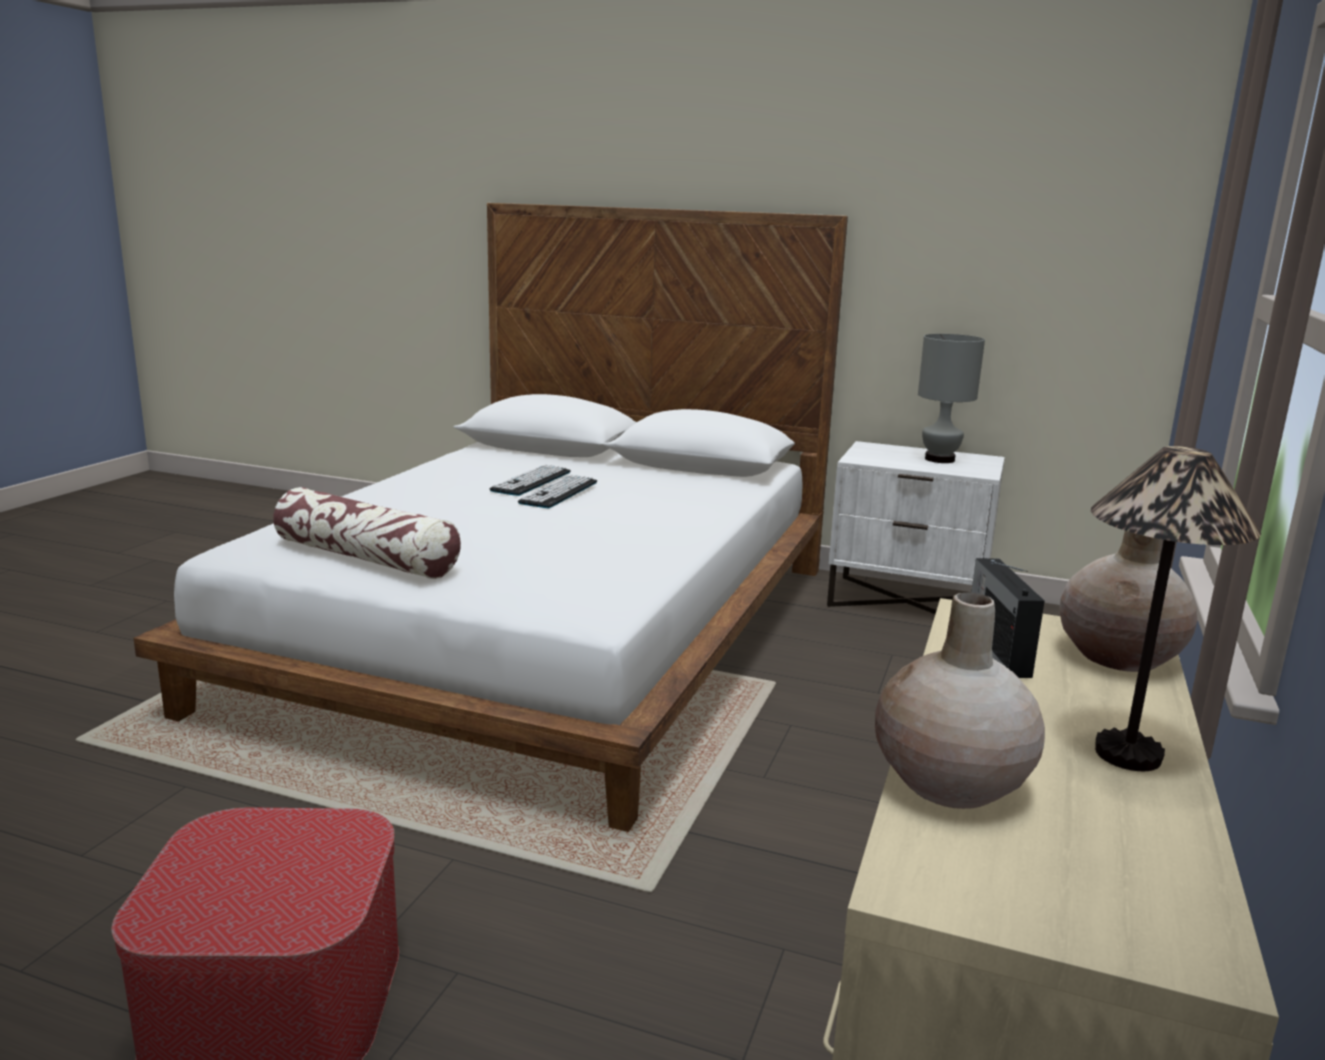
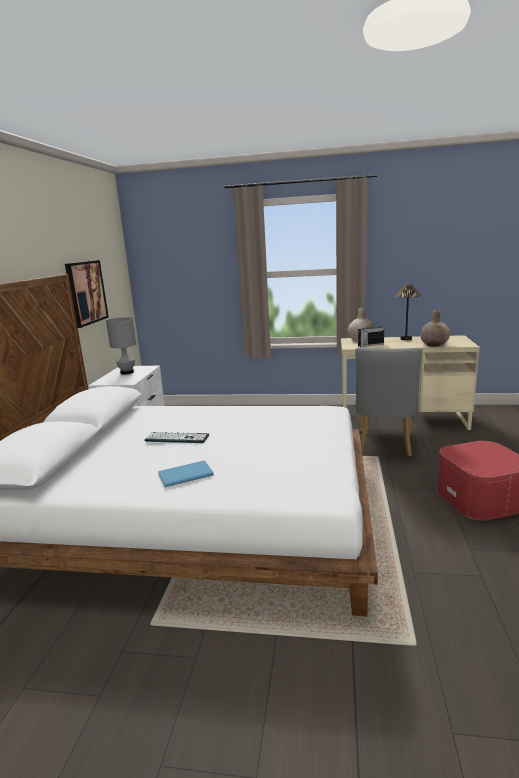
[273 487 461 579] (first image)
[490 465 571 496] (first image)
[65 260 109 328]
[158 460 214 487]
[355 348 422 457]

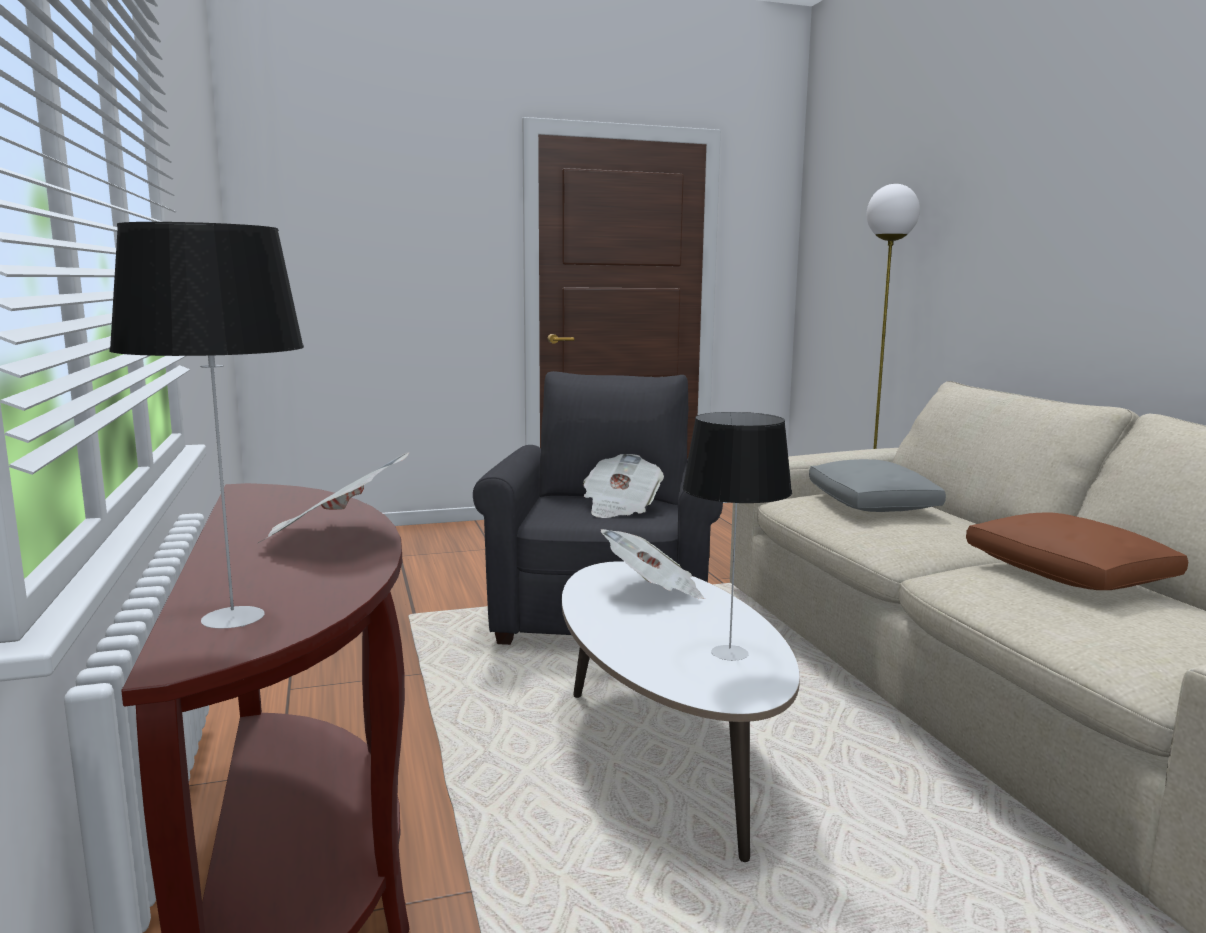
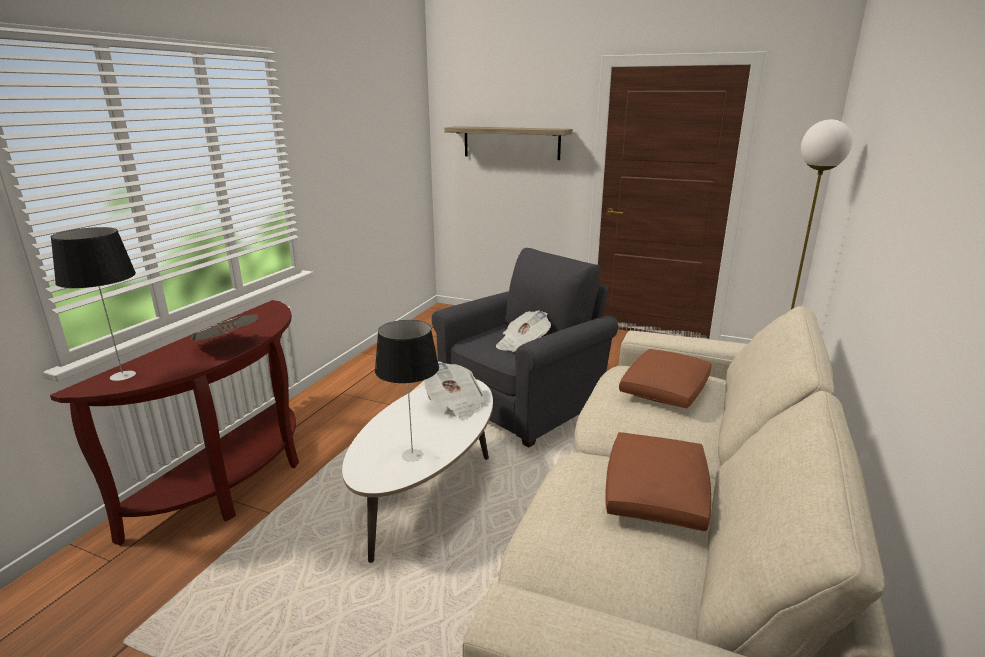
[444 126 572 160]
[619 349 711 409]

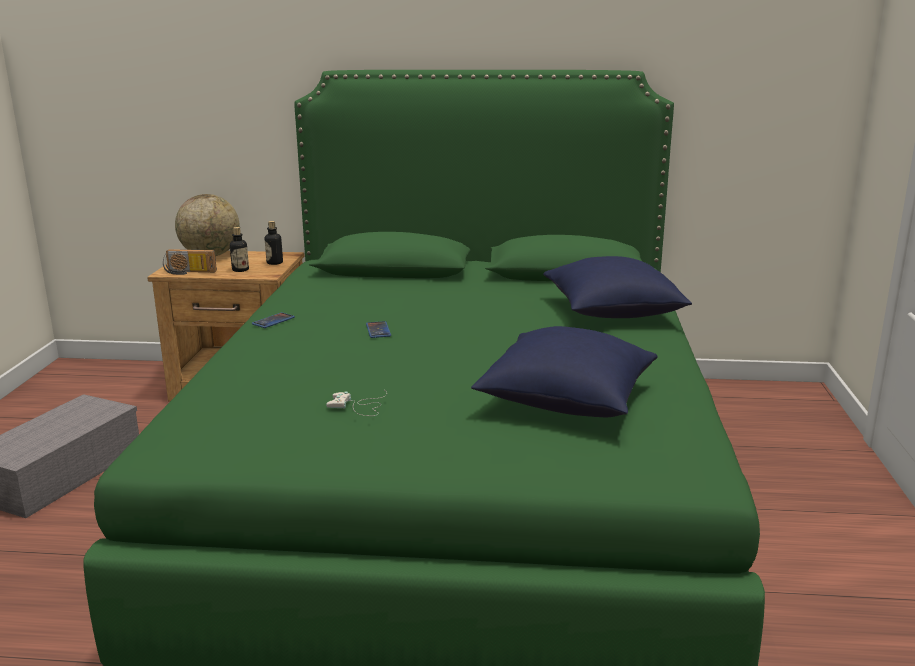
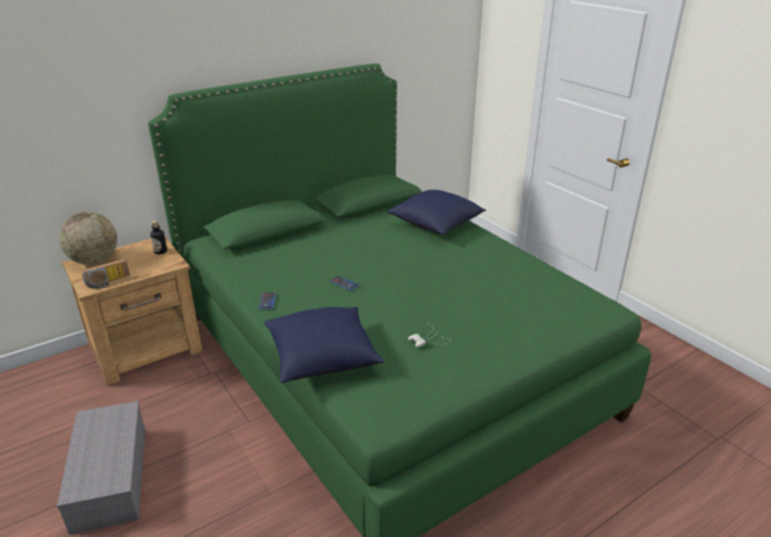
[230 227 249 272] (first image)
[264 307 384 383]

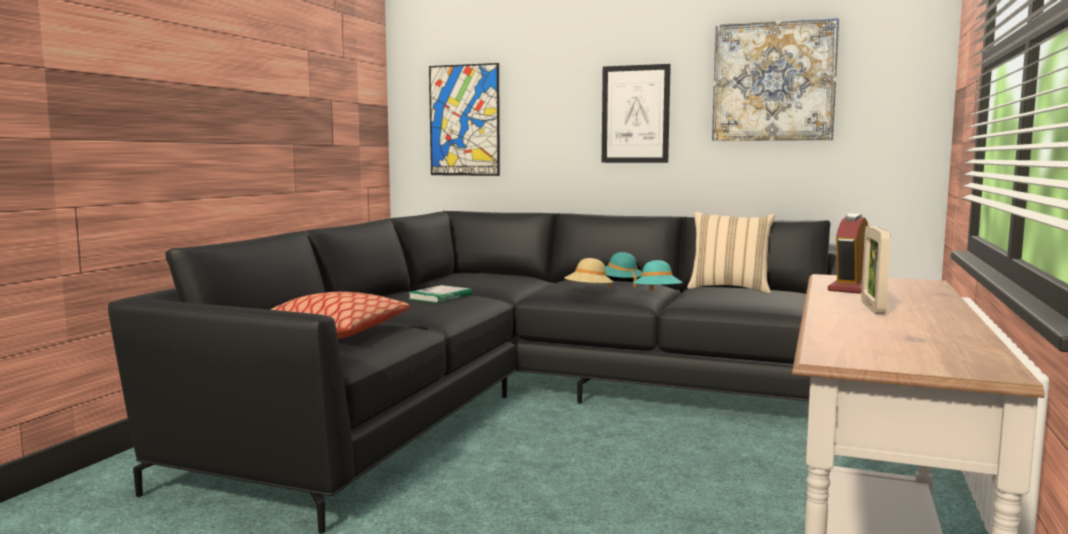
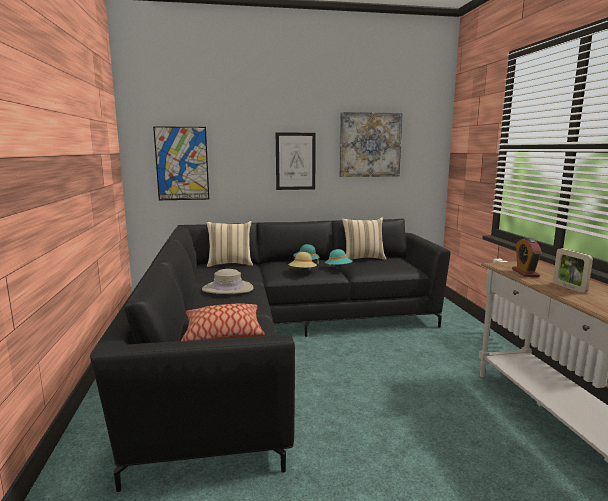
[206 221 253 267]
[202 269 254 294]

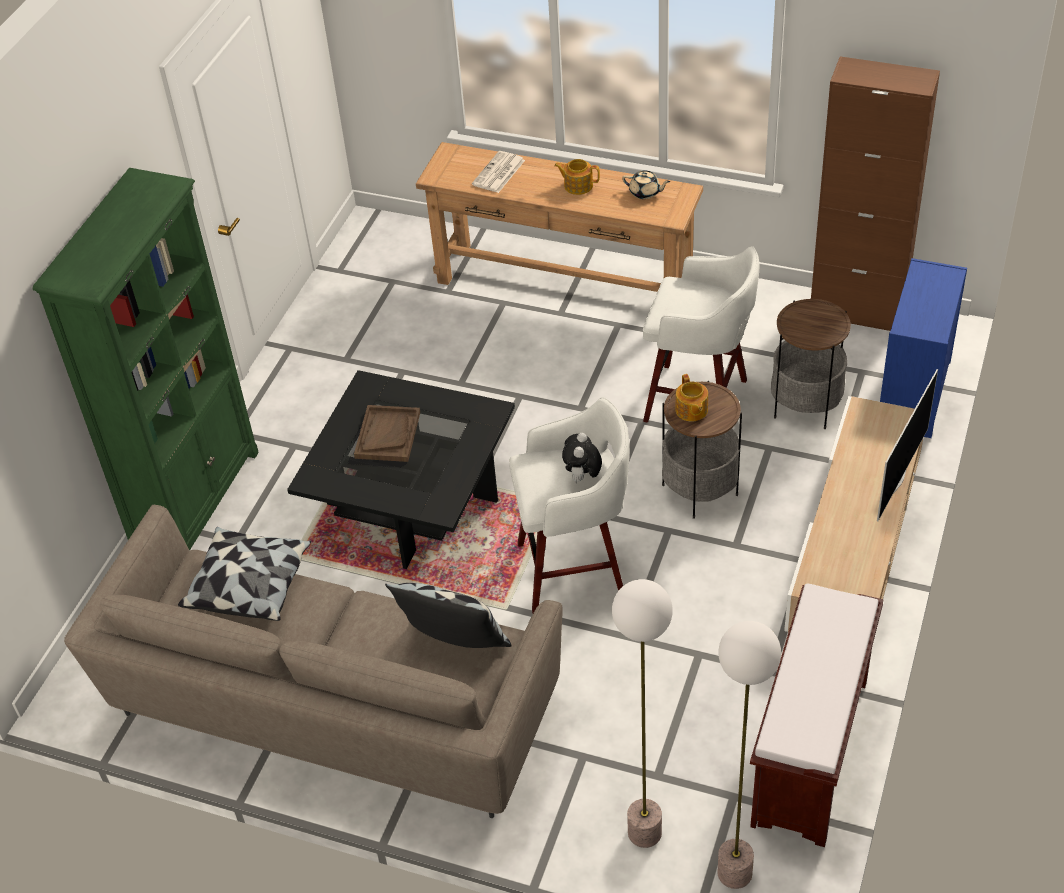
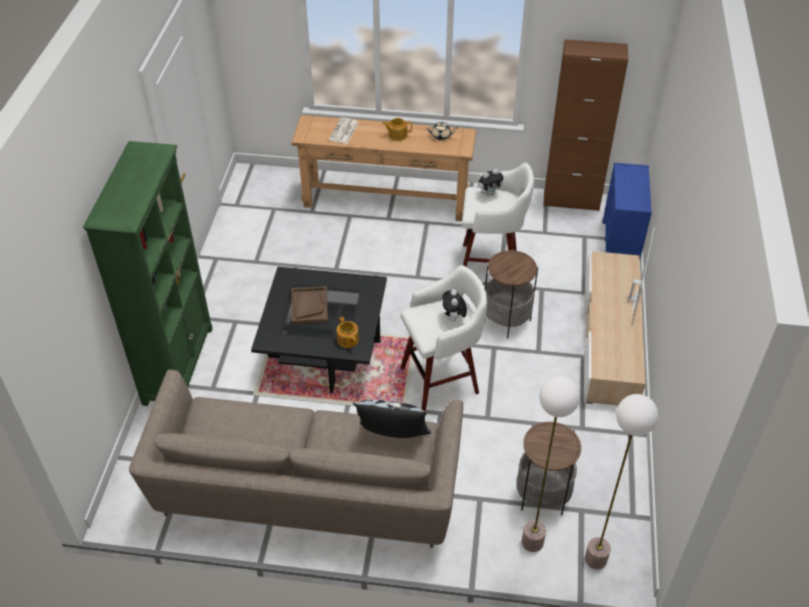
[178 527 311 621] (first image)
[750 584 883 847] (first image)
[479 169 504 196]
[337 316 359 348]
[517 422 581 516]

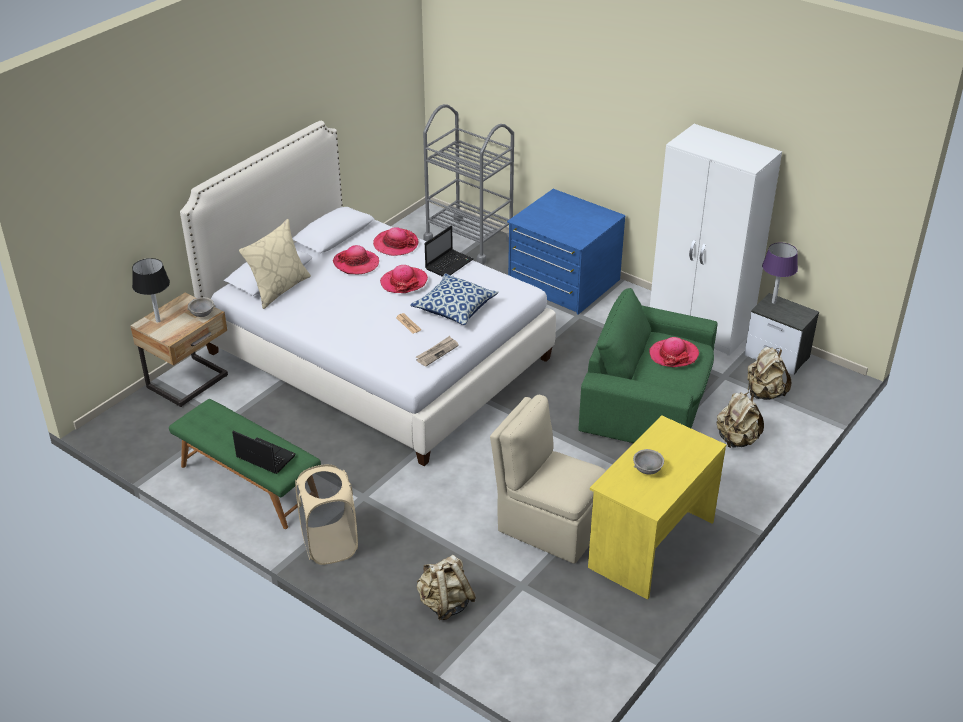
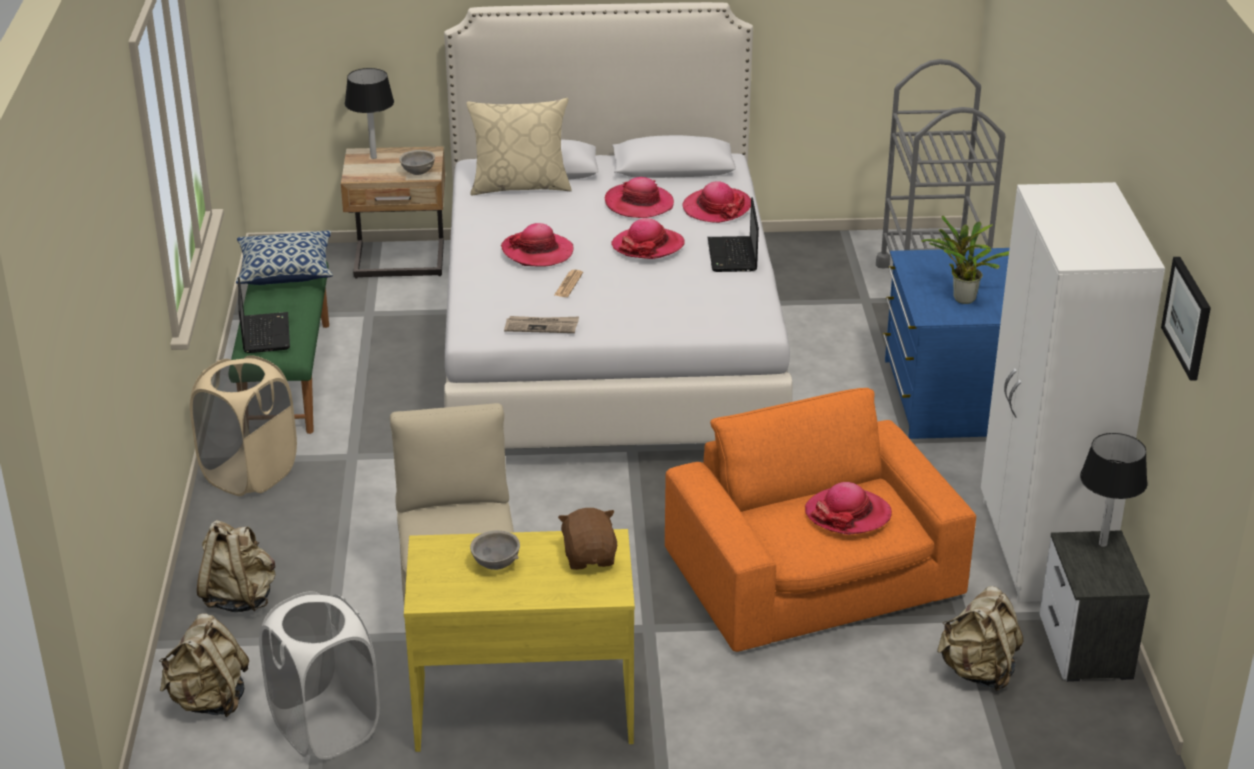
[259 591 380 760]
[501 223 573 267]
[558 508 617 570]
[921 216 1009 304]
[1161 257 1211 381]
[236 230 333 285]
[159 613 250 717]
[665 388 976 652]
[1080 433 1148 547]
[708 197 759 272]

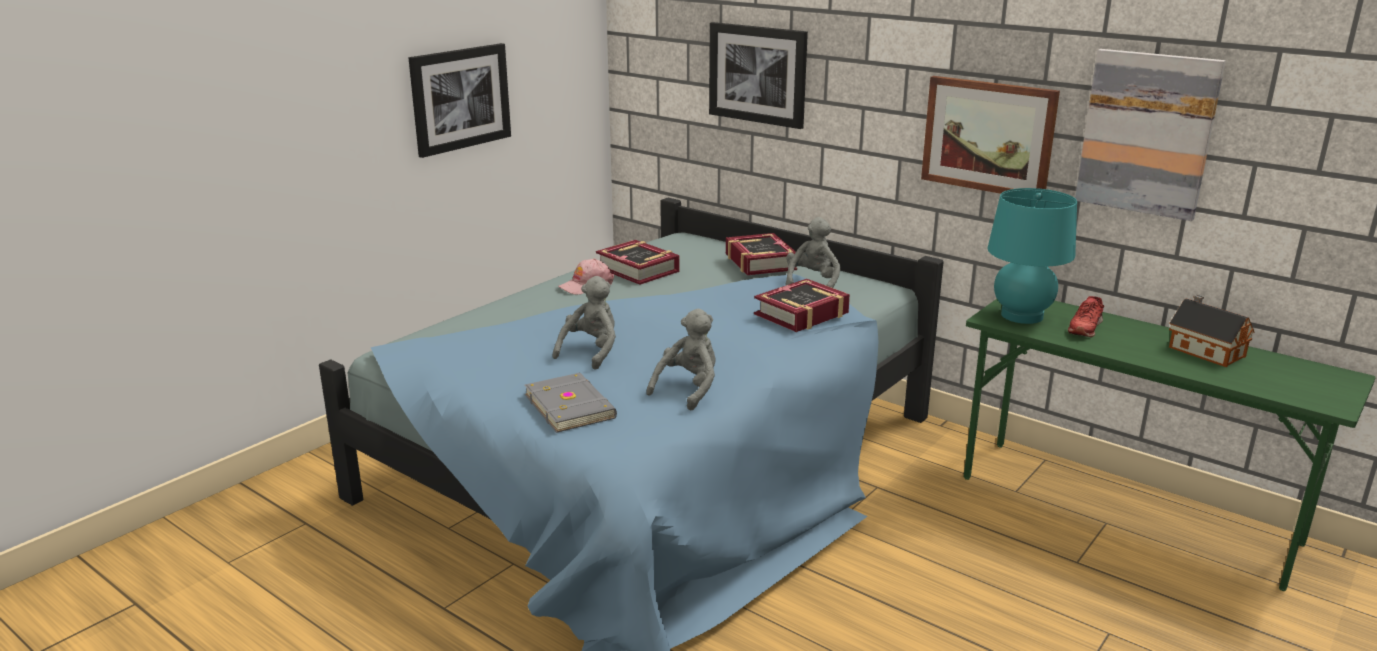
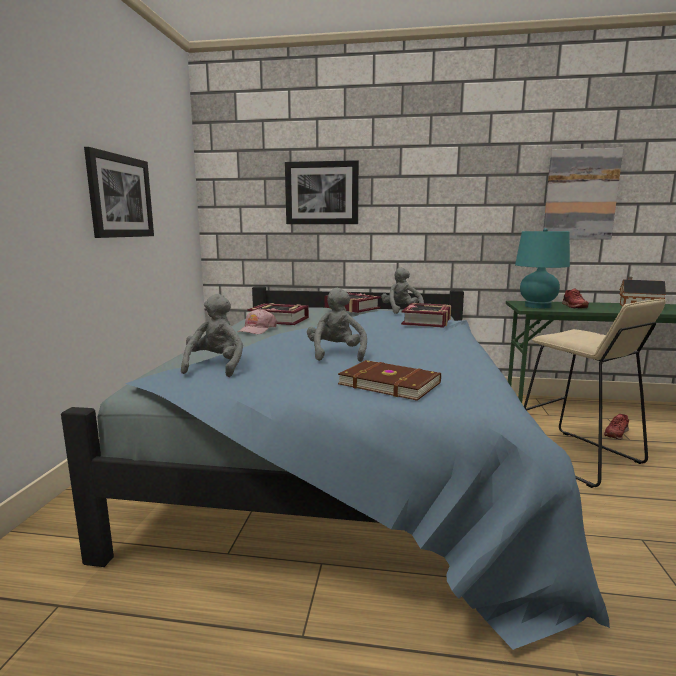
[921 76 1060 194] (first image)
[524 299 666 488]
[604 414 629 440]
[181 294 243 377]
[338 360 441 401]

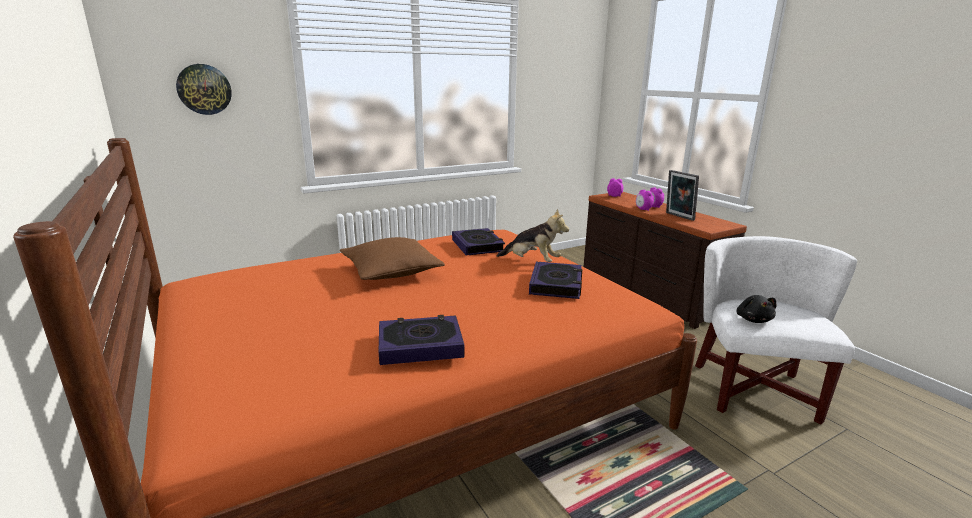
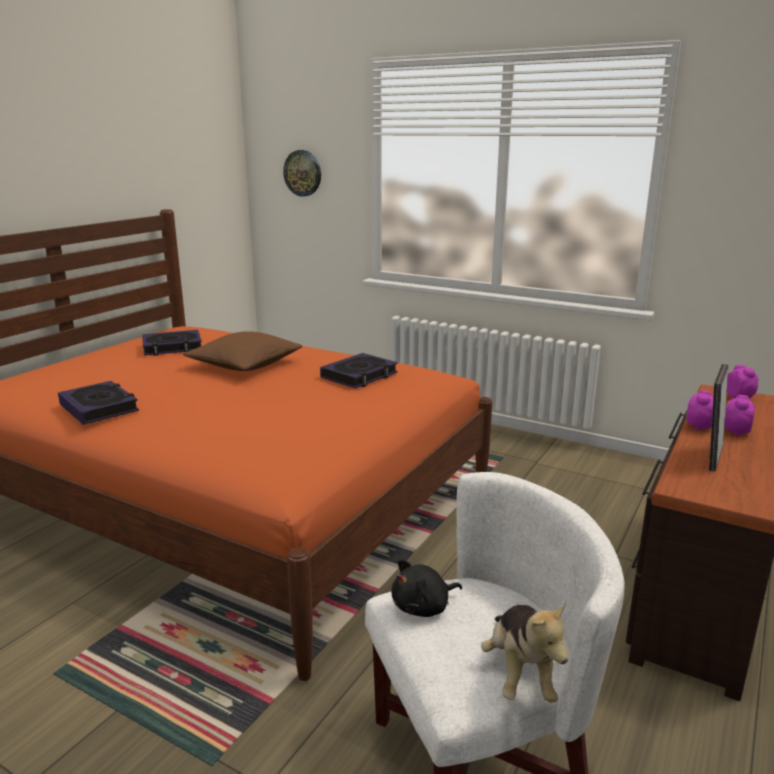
[481 603 569 703]
[142 330 202 356]

